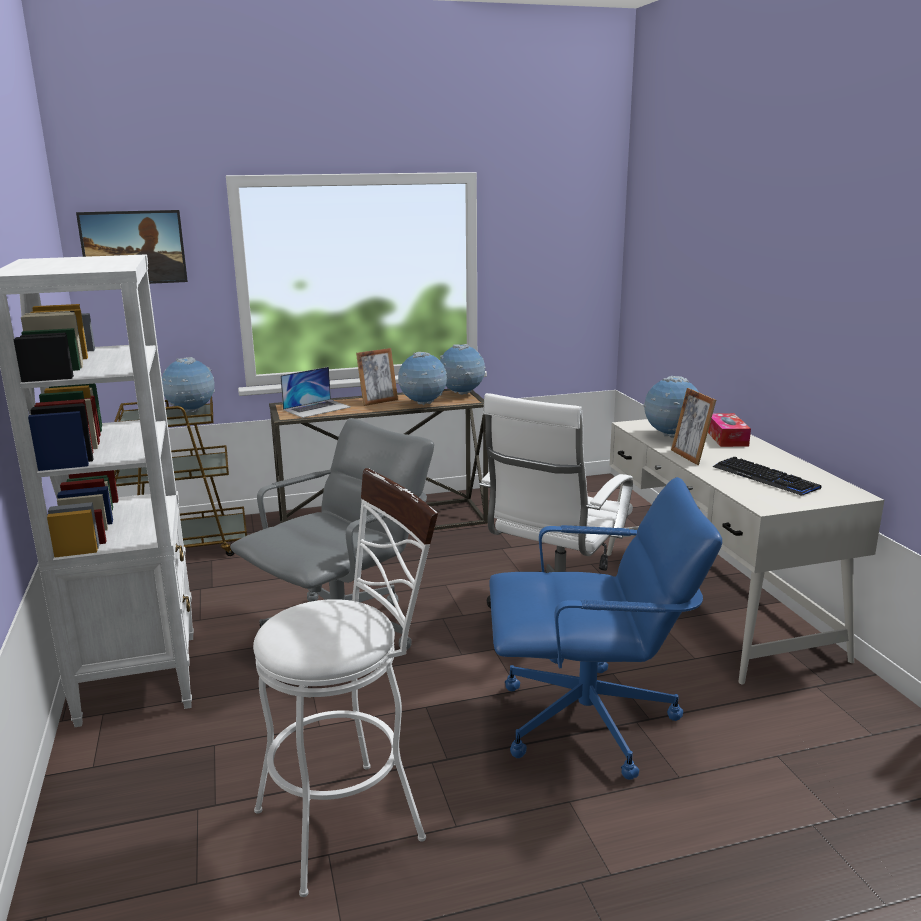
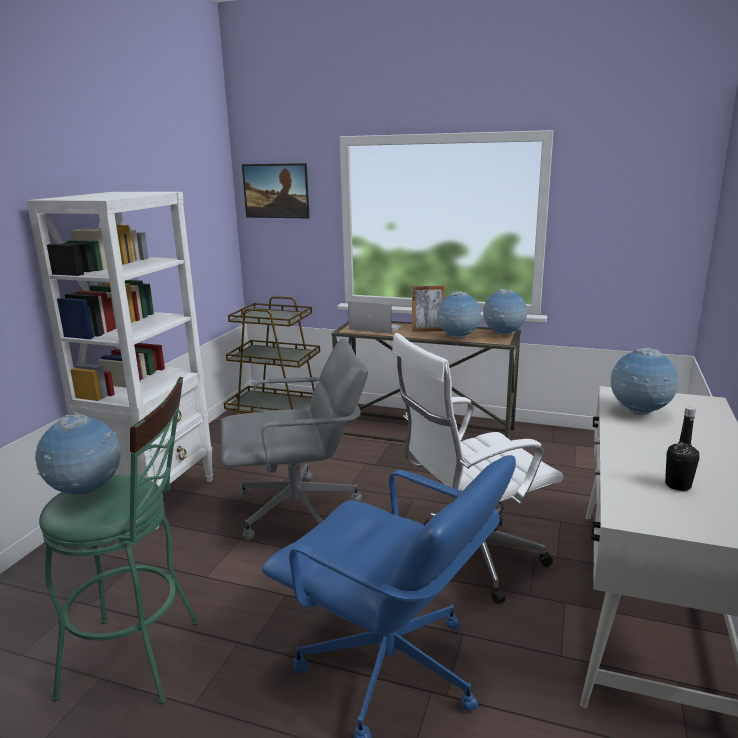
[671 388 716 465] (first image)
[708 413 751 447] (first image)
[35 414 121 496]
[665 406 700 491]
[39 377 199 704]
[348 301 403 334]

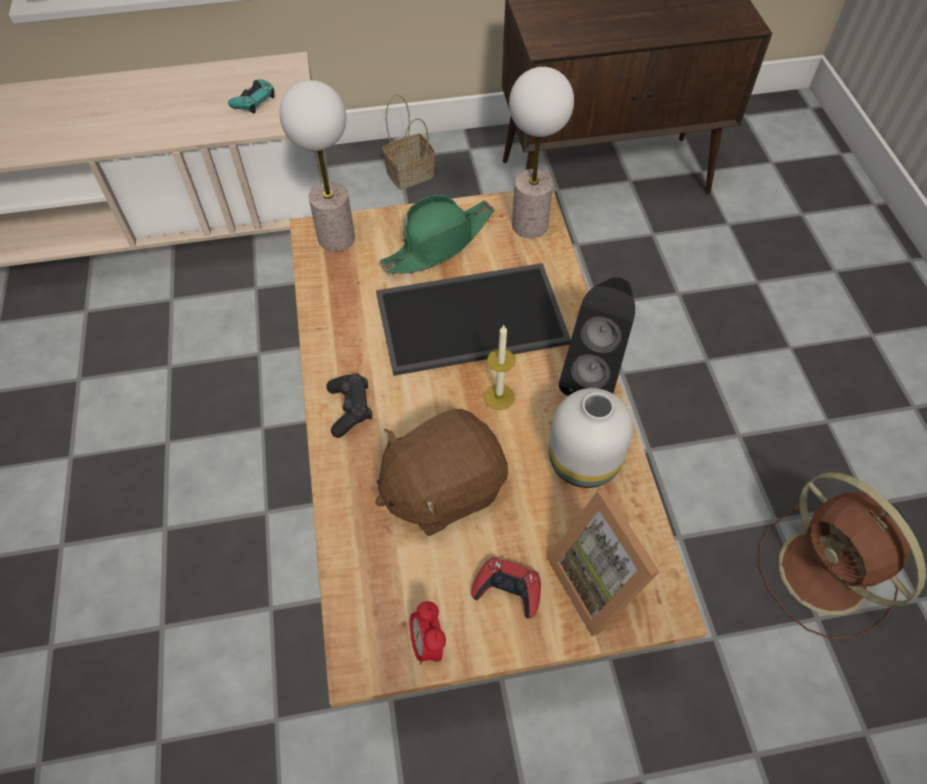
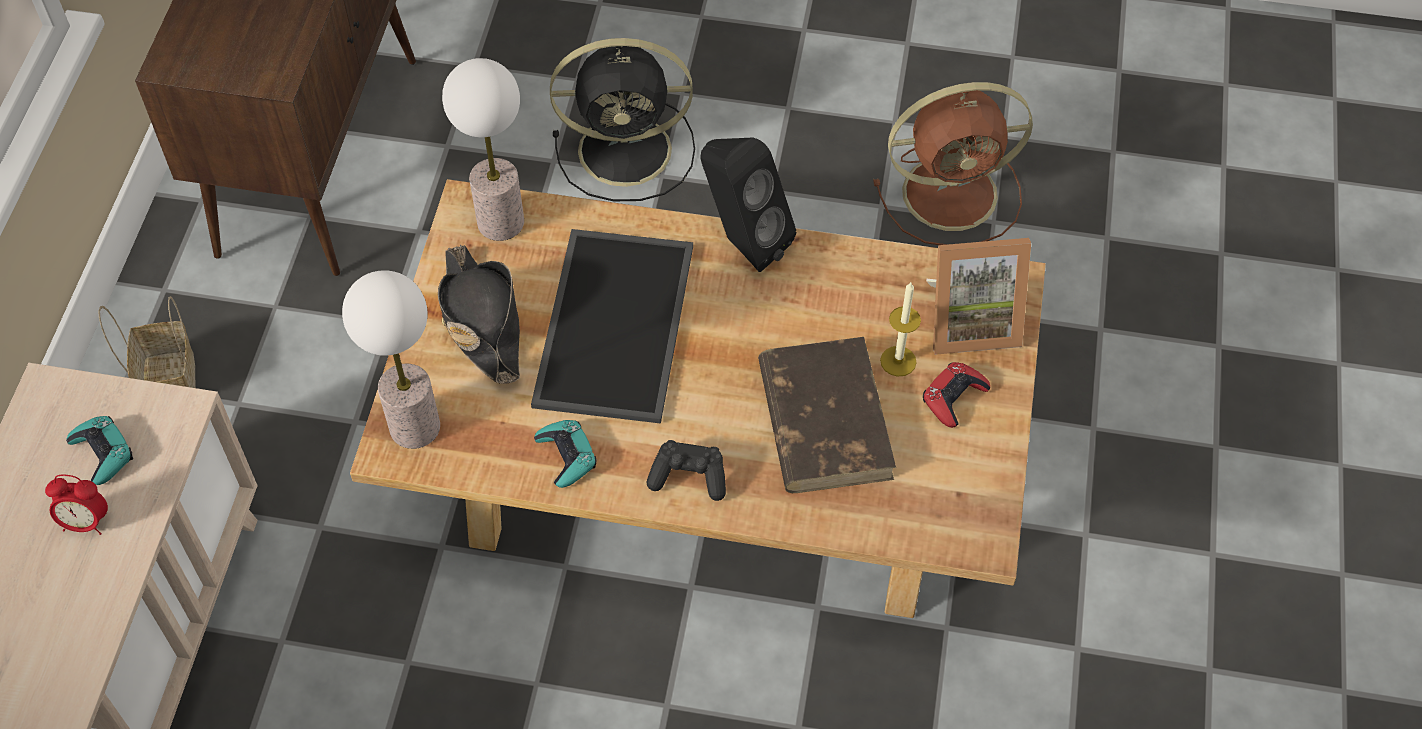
[548 388 633 488] (first image)
[534 420 596 488]
[550 38 695 201]
[45 475 108 535]
[880 282 921 377]
[758 337 896 493]
[438 245 520 384]

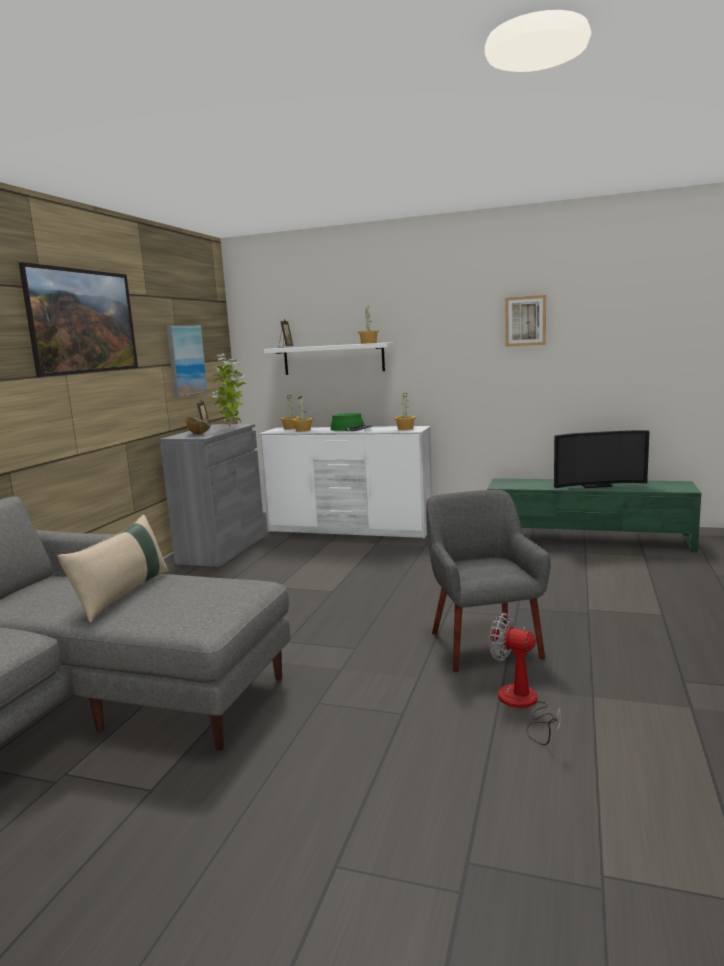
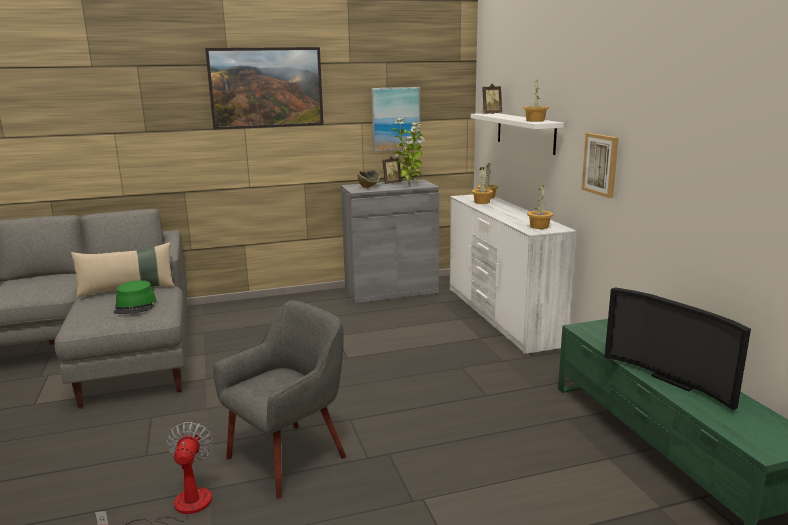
[114 280 156 314]
[582 133 619 198]

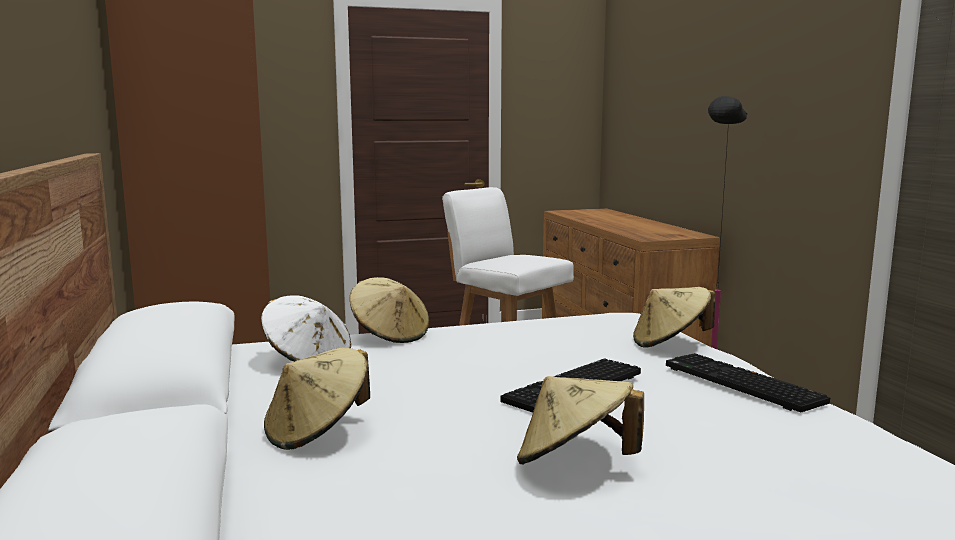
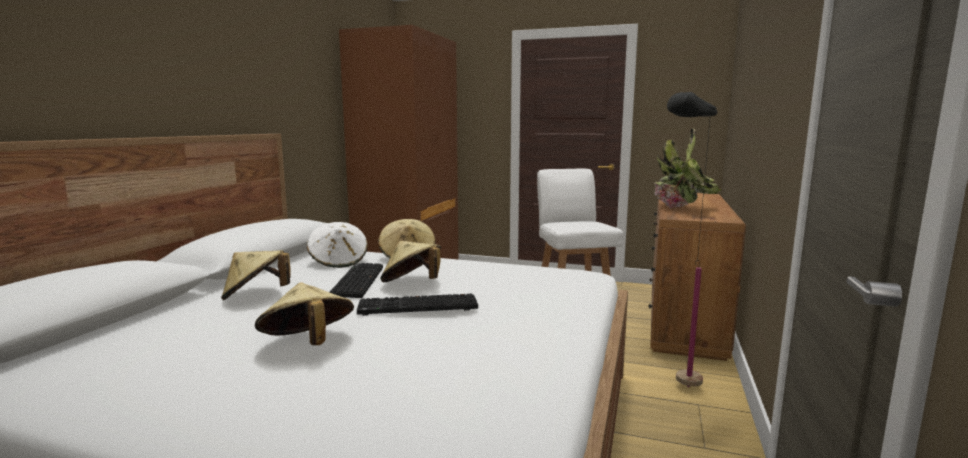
[654 128 721 209]
[381 241 441 282]
[330 263 383 298]

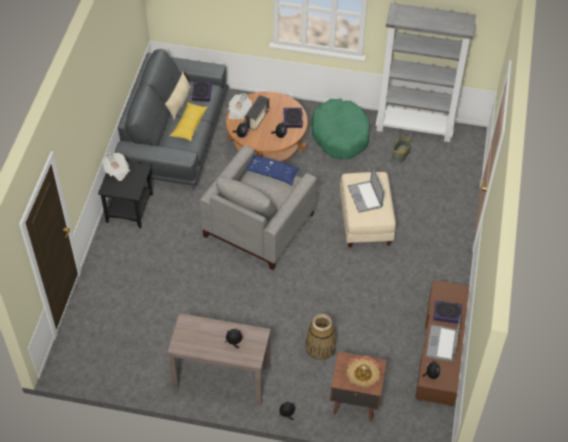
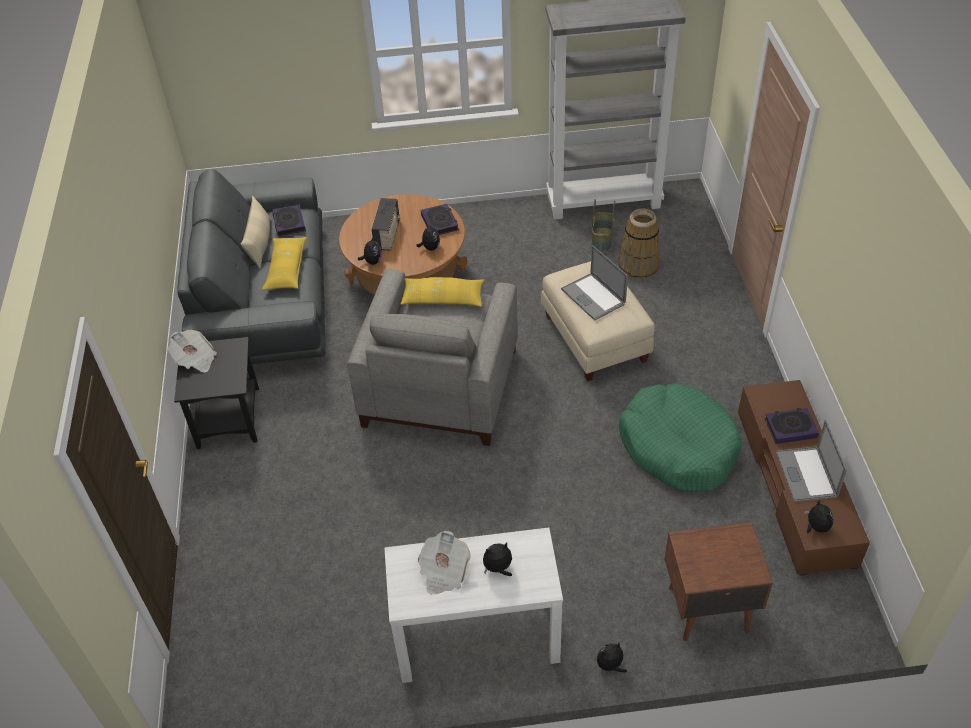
[345 356 381 387] (first image)
[418 531 471 595]
[618 209 660 280]
[619 383 742 492]
[384 528 563 683]
[401 277 484 307]

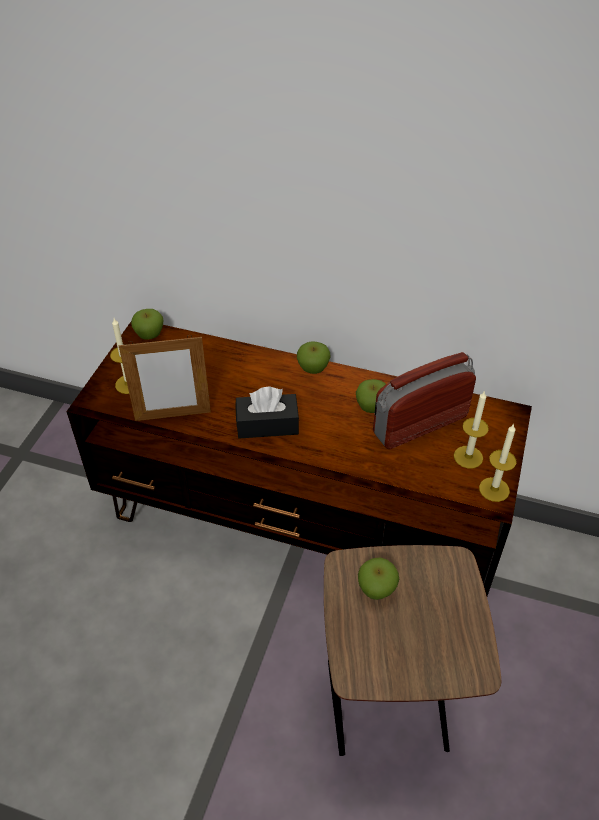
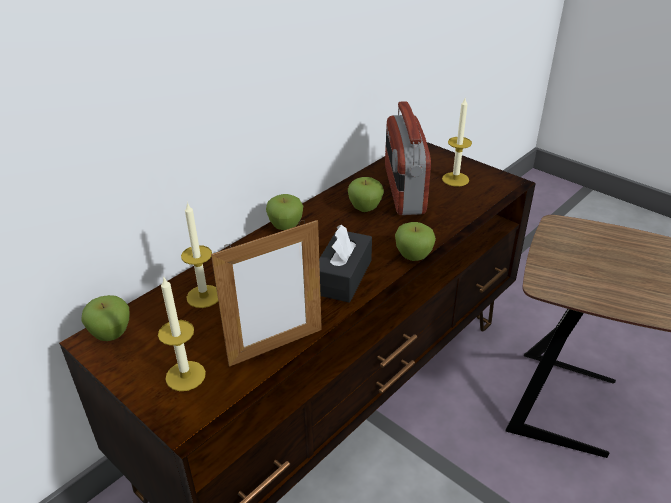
[395 222 436 261]
[181 202 218 308]
[211 220 322 367]

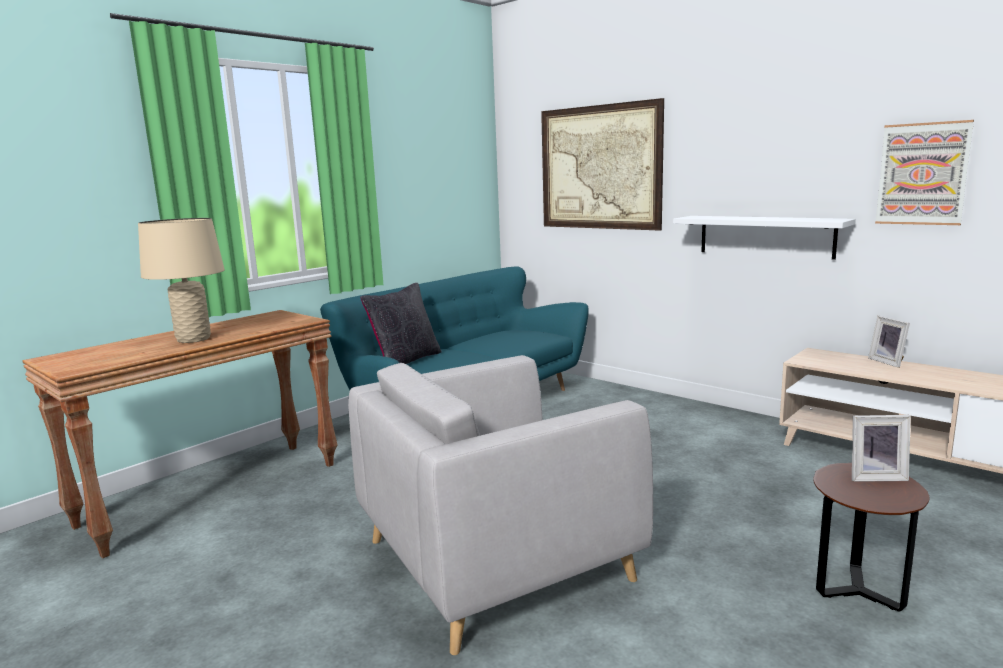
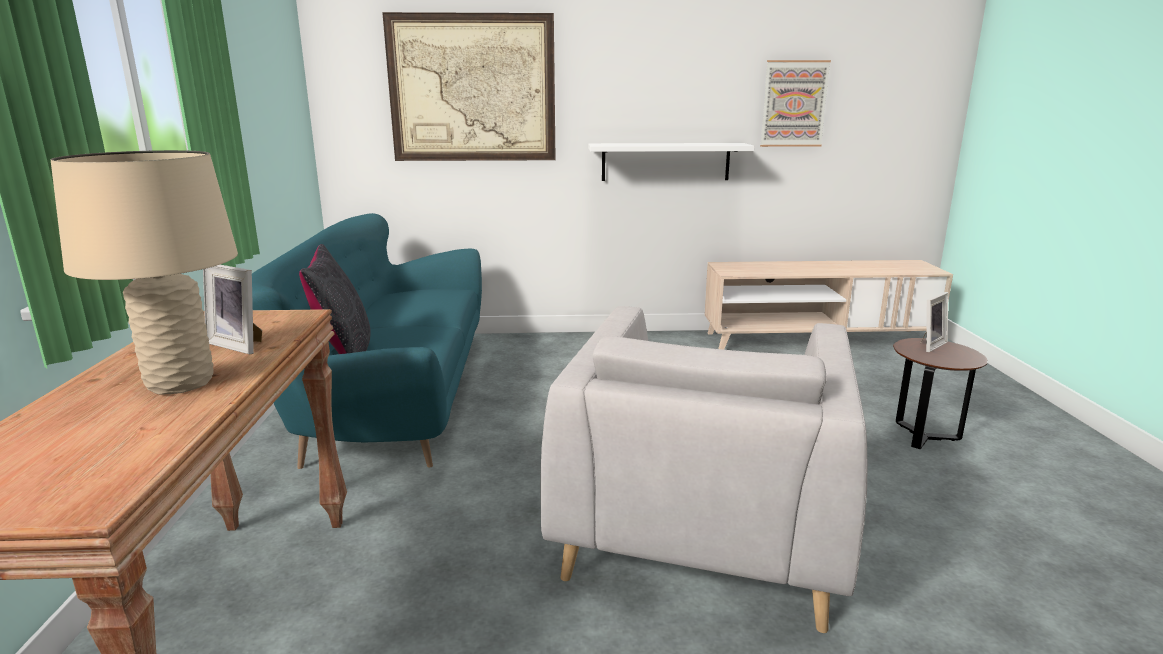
[203 265 262 354]

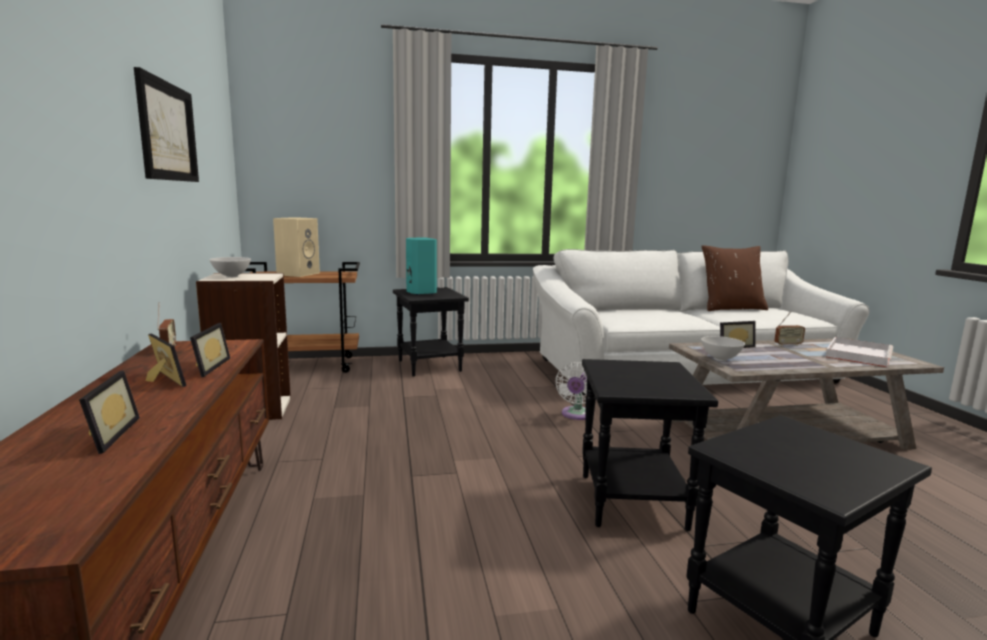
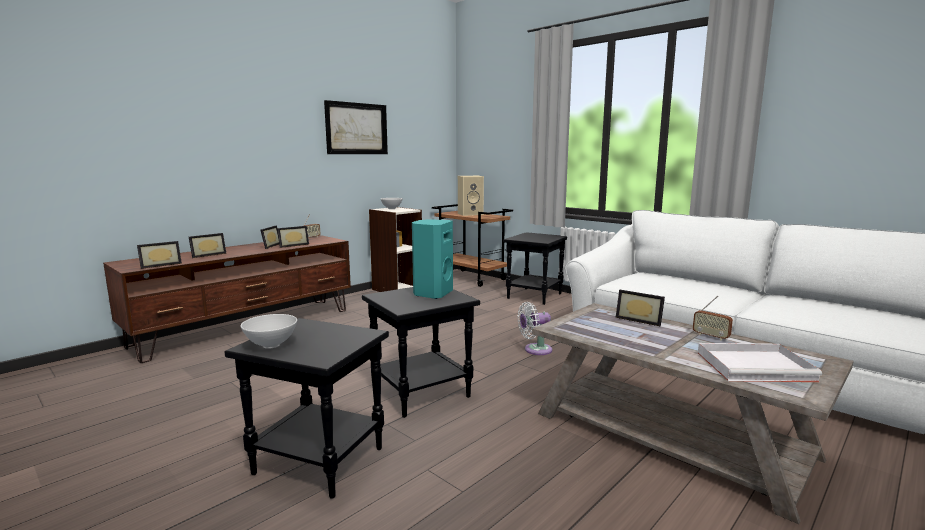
[701 245 768 311] (first image)
[137 241 182 269]
[412 219 453 299]
[241 314 297 349]

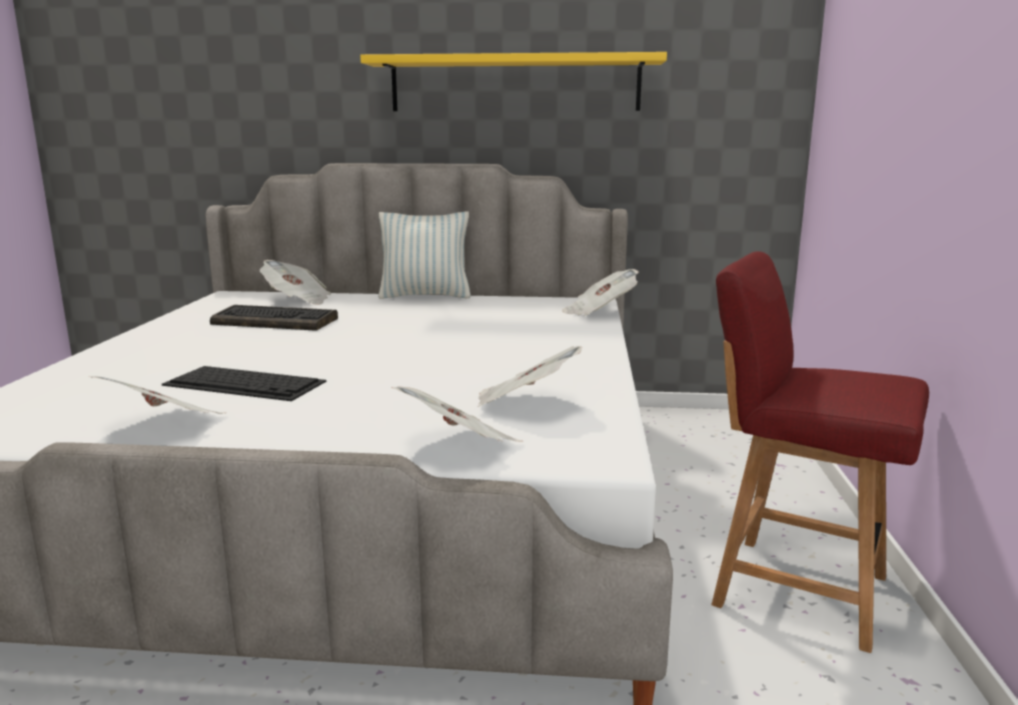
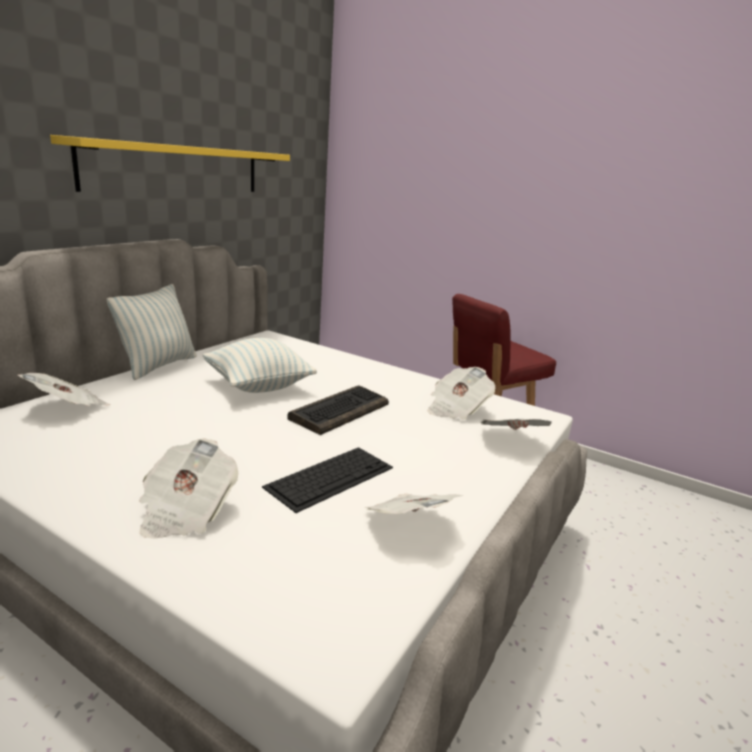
[203 338 317 393]
[287 386 389 435]
[139 438 238 539]

